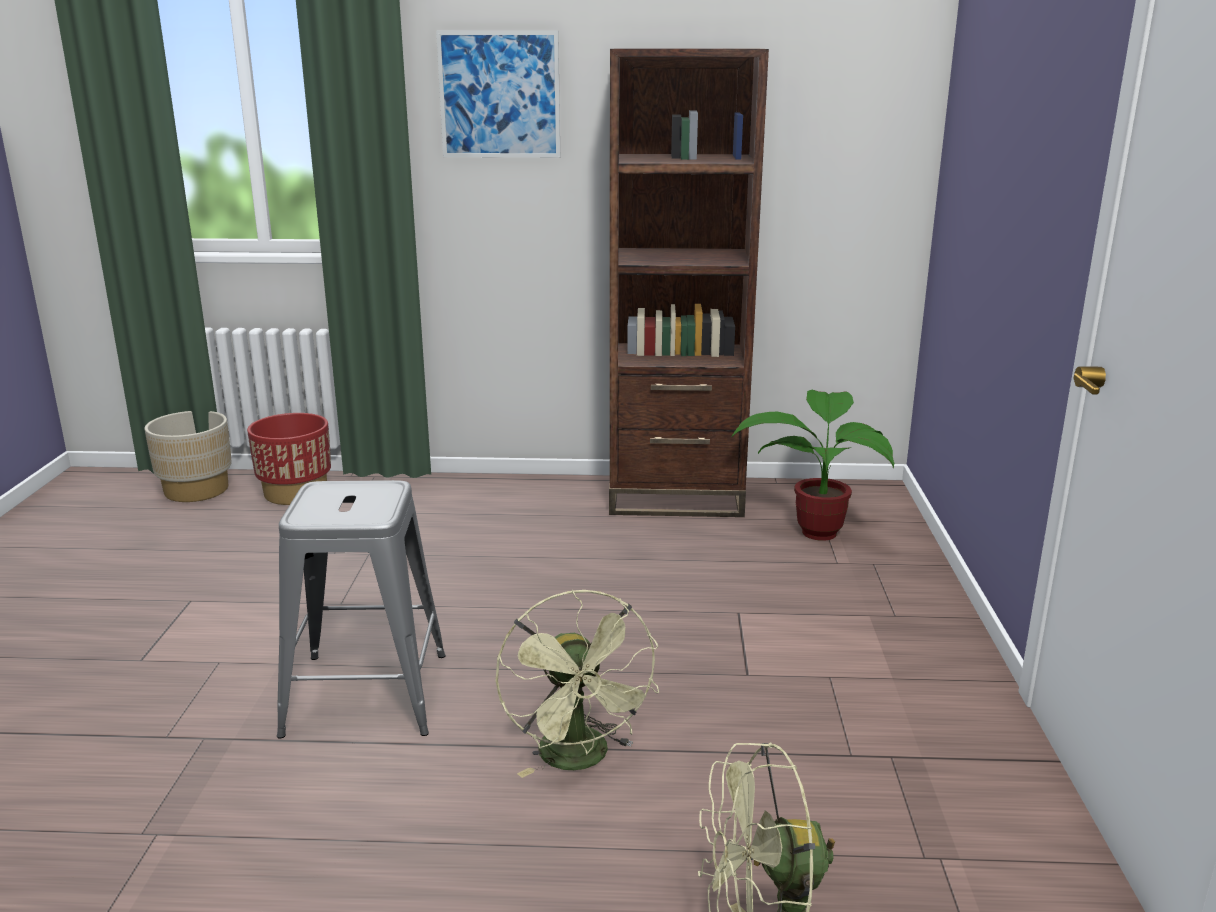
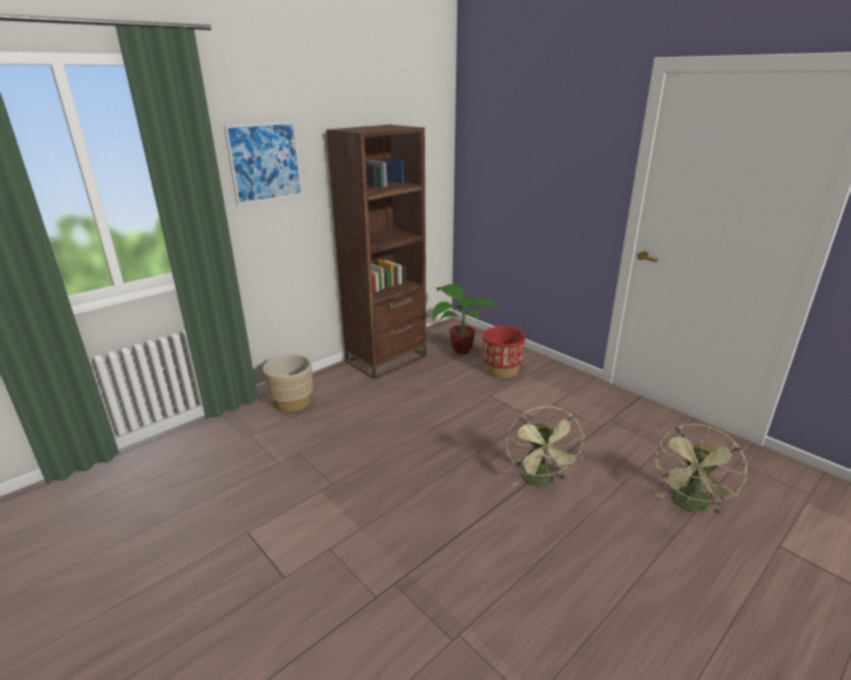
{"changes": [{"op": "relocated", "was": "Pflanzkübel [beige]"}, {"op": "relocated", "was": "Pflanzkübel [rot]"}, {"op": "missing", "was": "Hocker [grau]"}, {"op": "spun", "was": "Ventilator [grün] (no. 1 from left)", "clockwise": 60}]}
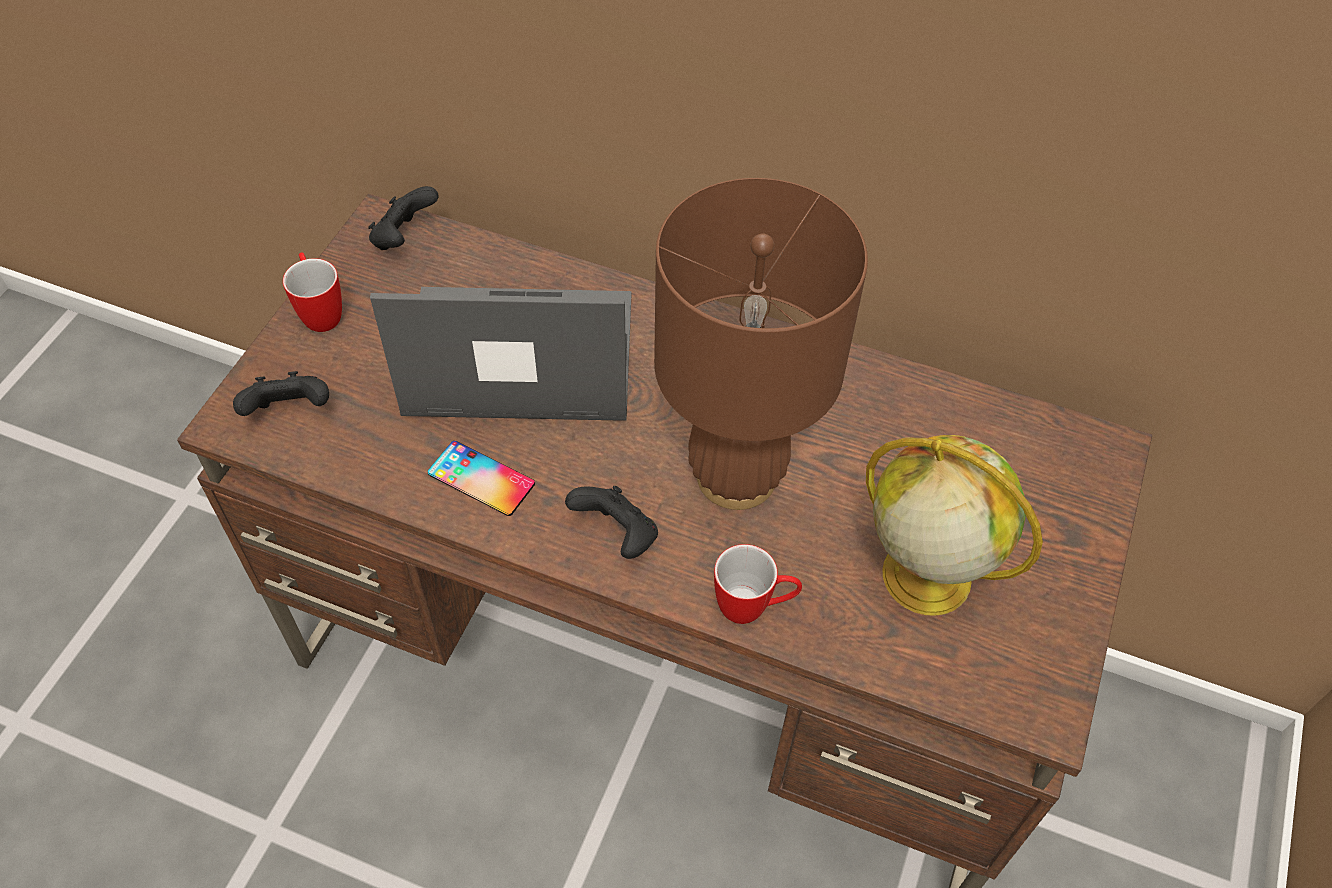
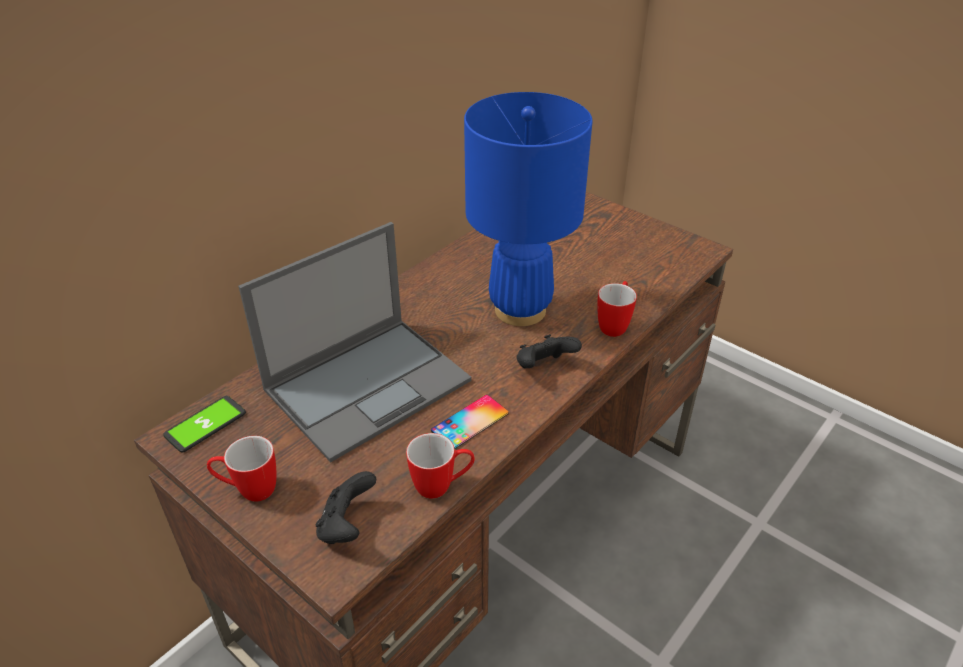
{"changes": [{"op": "colour", "was": "Tischlampe [braun]", "now": "Tischlampe [blau]"}, {"op": "exchanged", "was": "Gamepad [schwarz] (no. 2 from left)", "now": "Handy (no. 1 from left)"}, {"op": "spun", "was": "Laptop", "clockwise": -150}, {"op": "missing", "was": "Globus"}, {"op": "appeared", "now": "Henkelbecher (no. 2 from left)"}]}
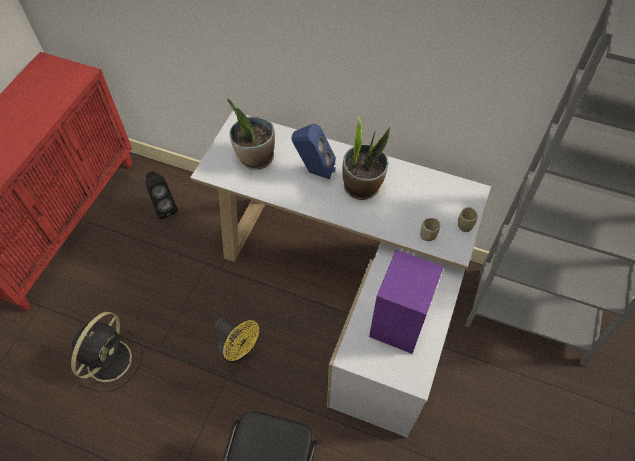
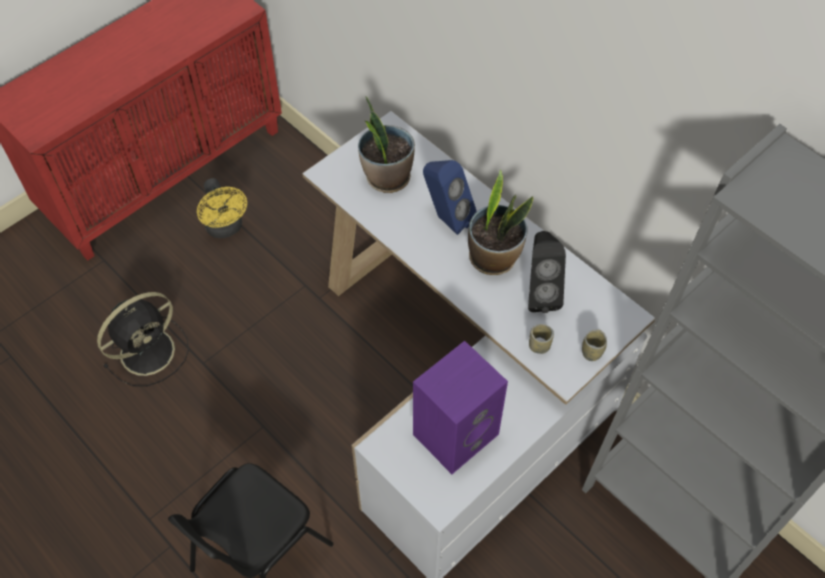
{"changes": [{"op": "relocated", "was": "Lautsprecher [schwarz]"}, {"op": "relocated", "was": "Ventilator [gelb]"}]}
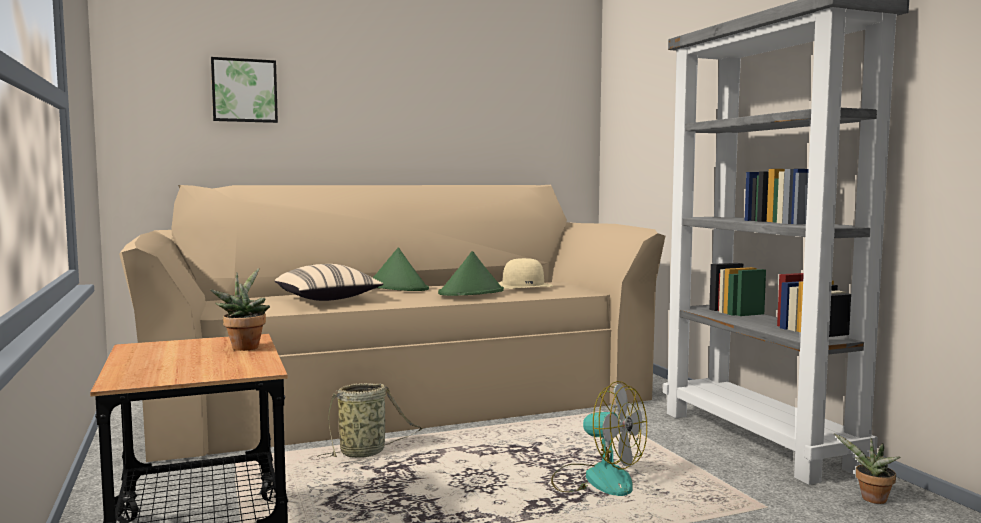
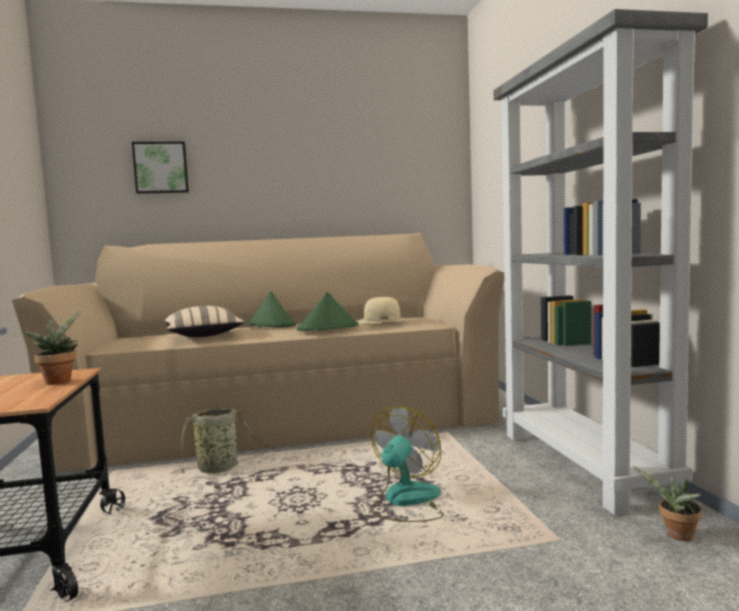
{"changes": [{"op": "spun", "was": "Ventilator", "clockwise": -105}]}
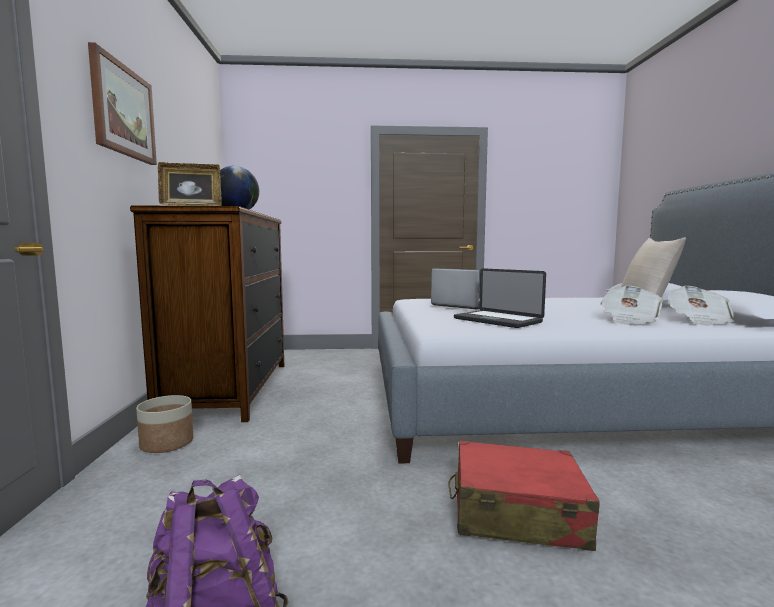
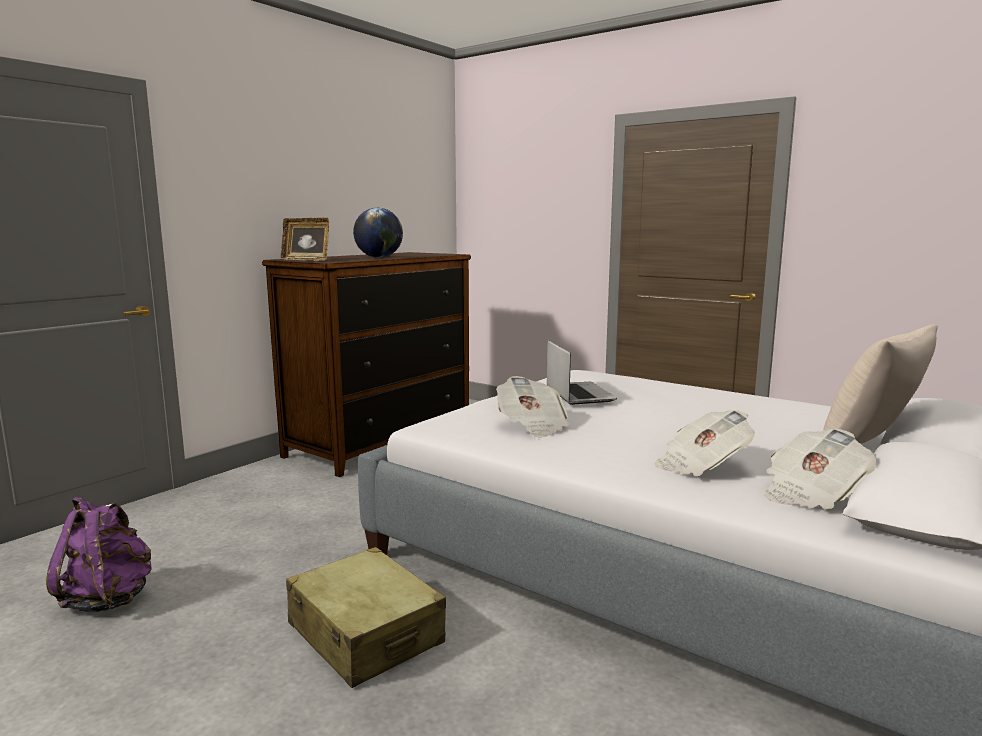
{"changes": [{"op": "missing", "was": "Bild"}, {"op": "exchanged", "was": "Laptop (no. 2 from left)", "now": "Zeitung (no. 1 from left)"}, {"op": "missing", "was": "Pflanzkübel"}, {"op": "colour", "was": "Koffer [rot]", "now": "Koffer [beige]"}]}
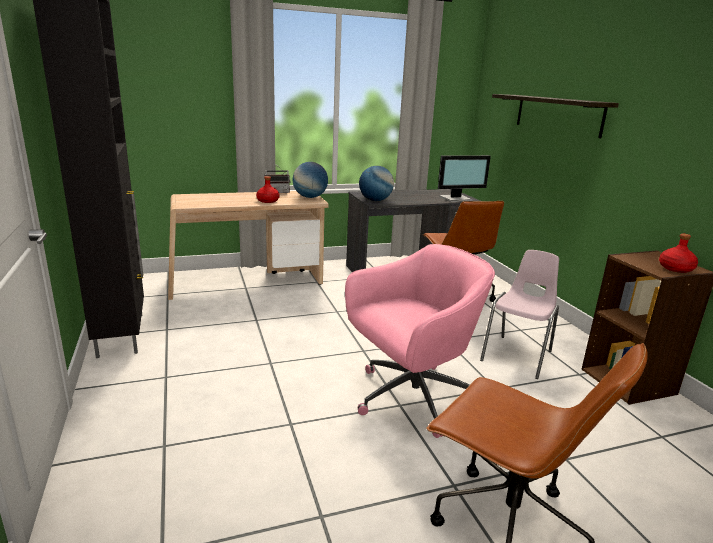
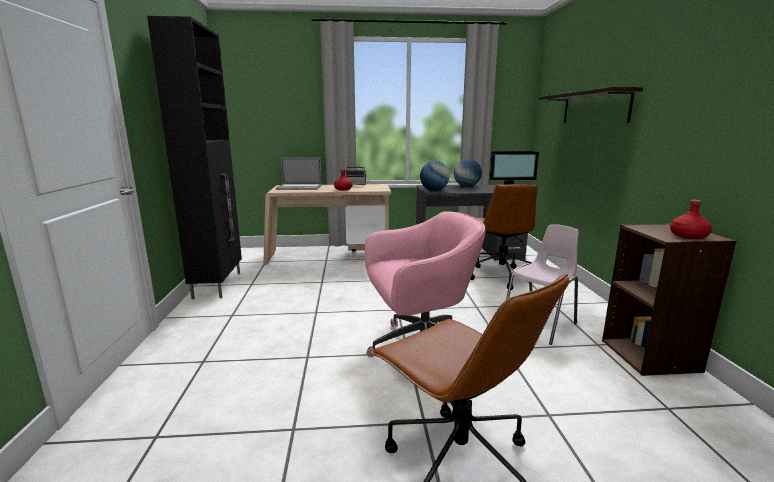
{"changes": [{"op": "relocated", "was": "Globus (no. 1 from left in the first image)", "now": "Globus (no. 2 from left)"}, {"op": "appeared", "now": "Laptop"}]}
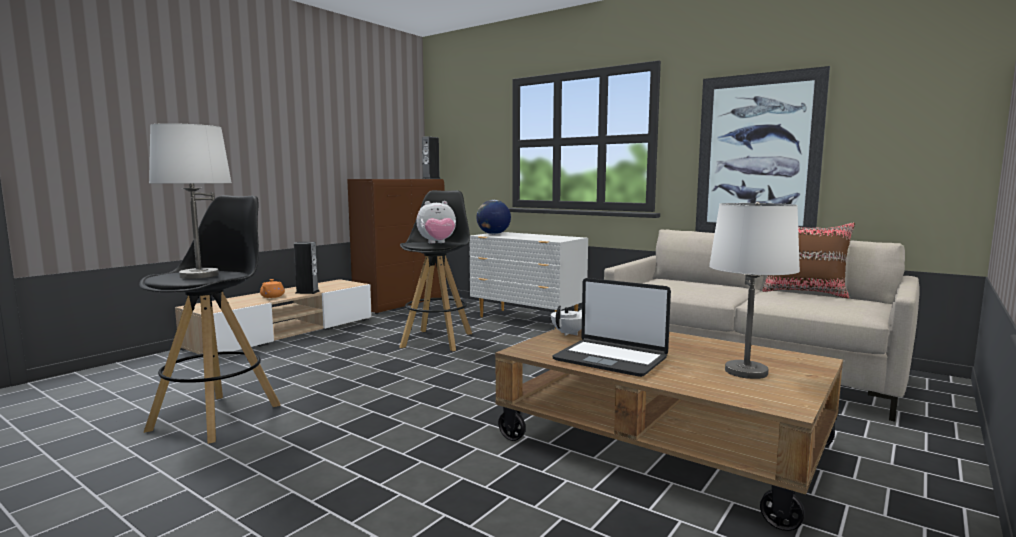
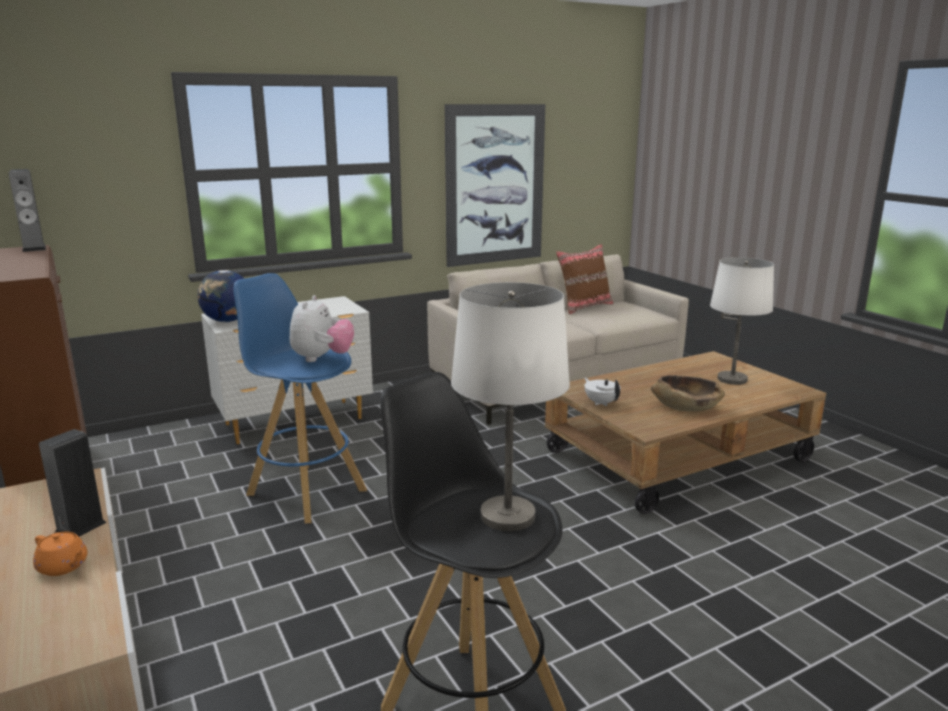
{"changes": [{"op": "colour", "was": "Hocker [schwarz] (no. 2 from left)", "now": "Hocker [blau]"}, {"op": "exchanged", "was": "Laptop", "now": "Schüssel [braun]"}]}
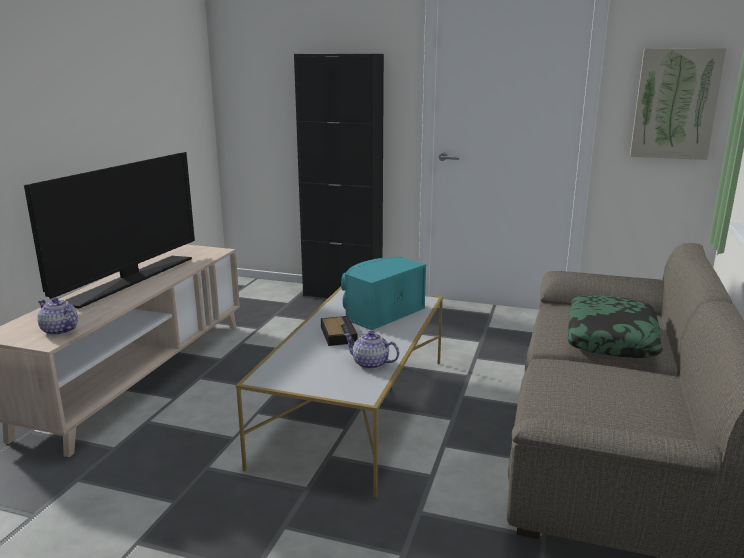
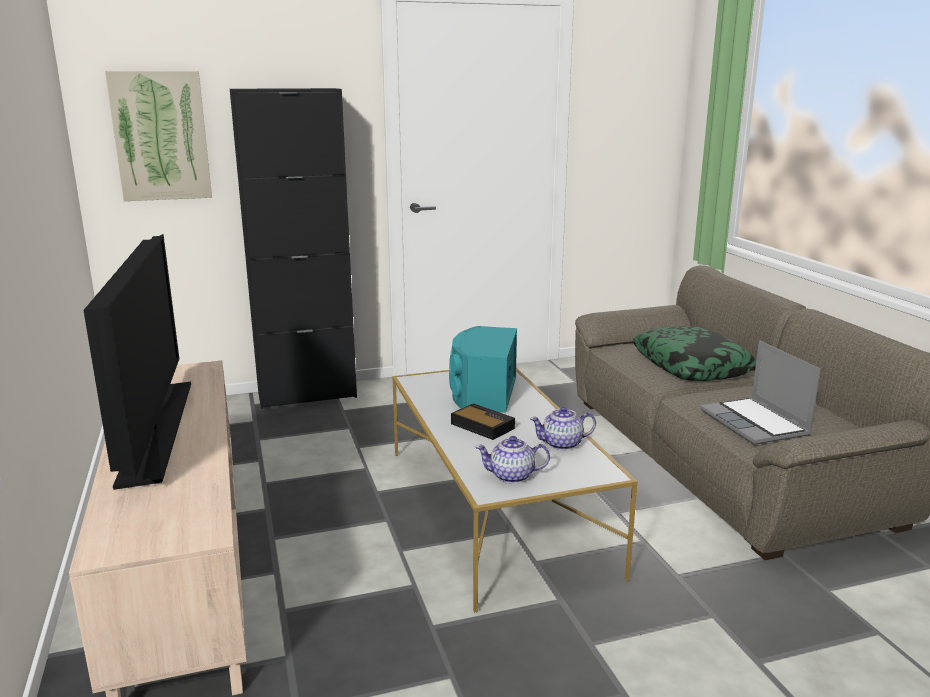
{"changes": [{"op": "relocated", "was": "Bild"}, {"op": "relocated", "was": "Teekanne (no. 1 from left)"}, {"op": "appeared", "now": "Laptop"}]}
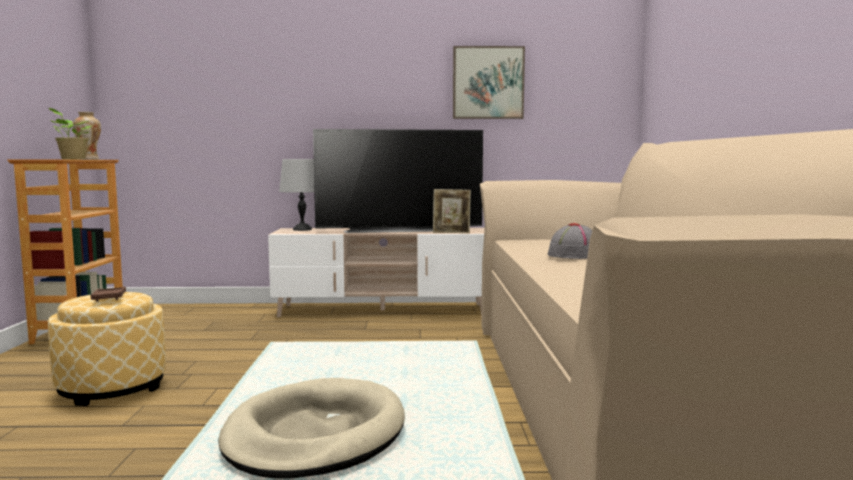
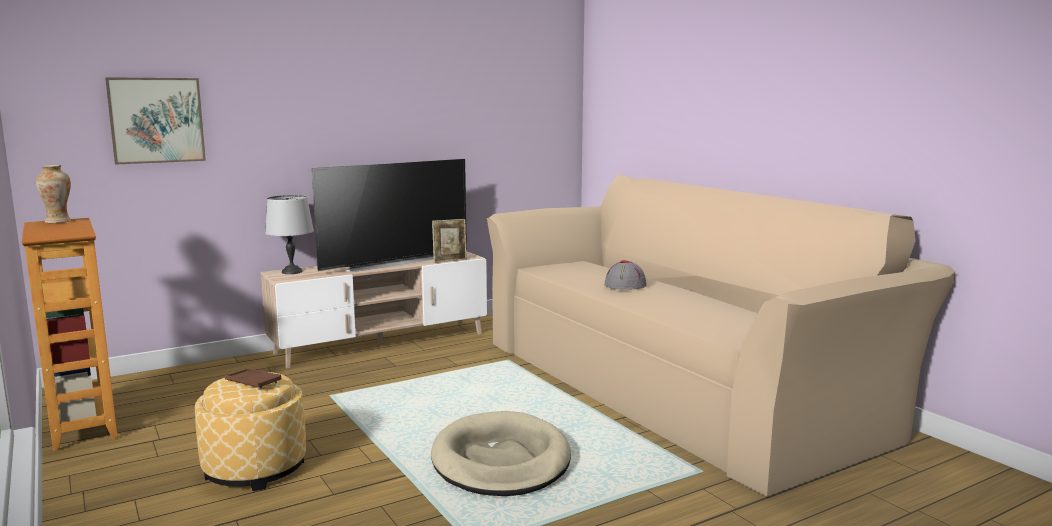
{"changes": [{"op": "relocated", "was": "Bild"}, {"op": "missing", "was": "Topfpflanze"}]}
